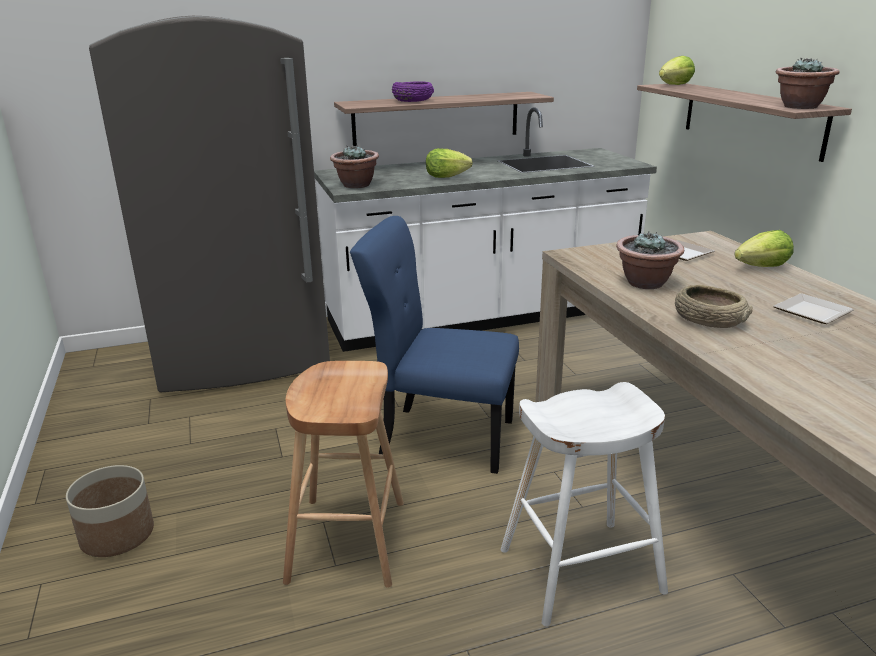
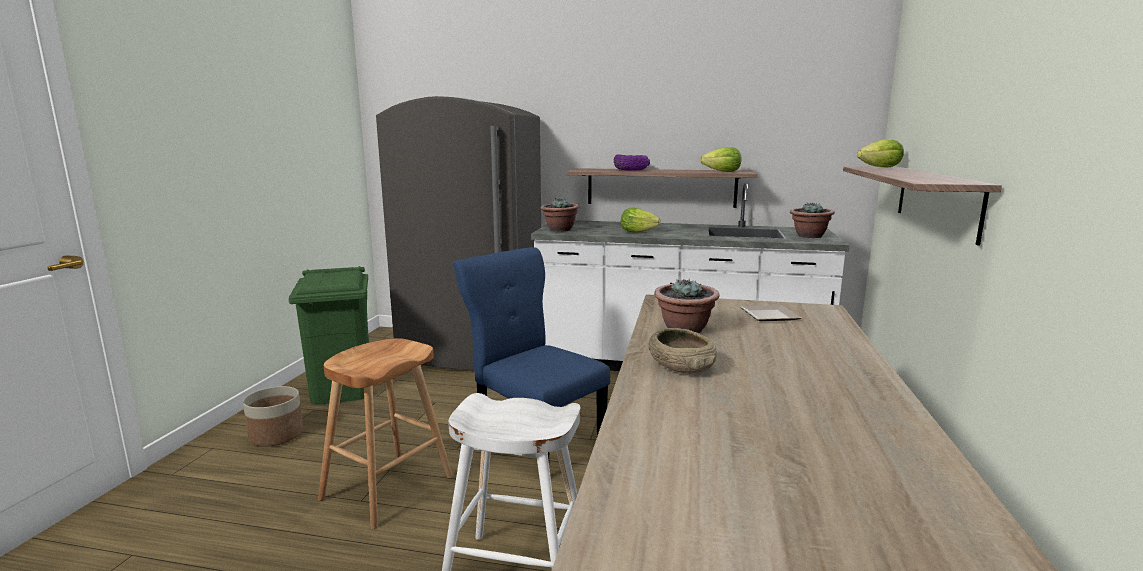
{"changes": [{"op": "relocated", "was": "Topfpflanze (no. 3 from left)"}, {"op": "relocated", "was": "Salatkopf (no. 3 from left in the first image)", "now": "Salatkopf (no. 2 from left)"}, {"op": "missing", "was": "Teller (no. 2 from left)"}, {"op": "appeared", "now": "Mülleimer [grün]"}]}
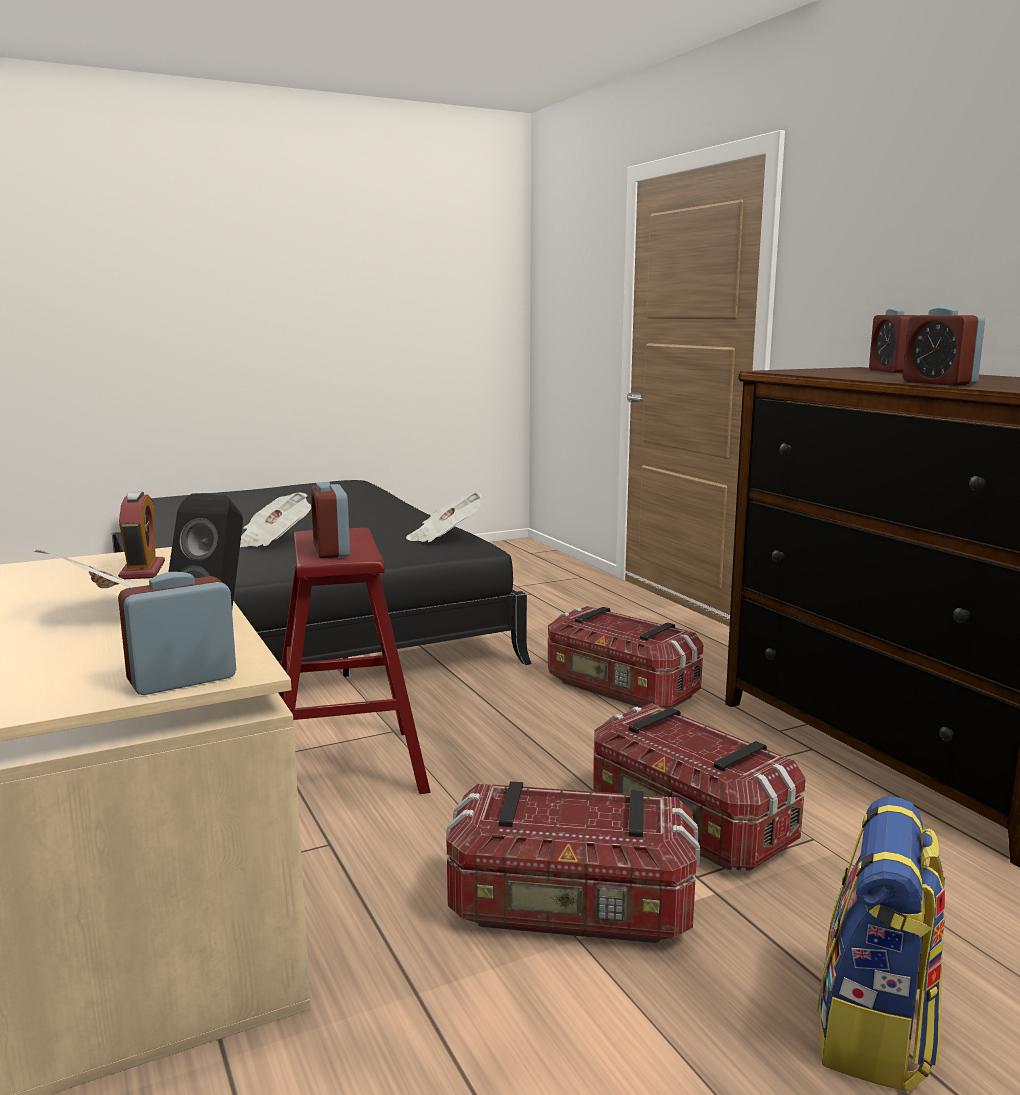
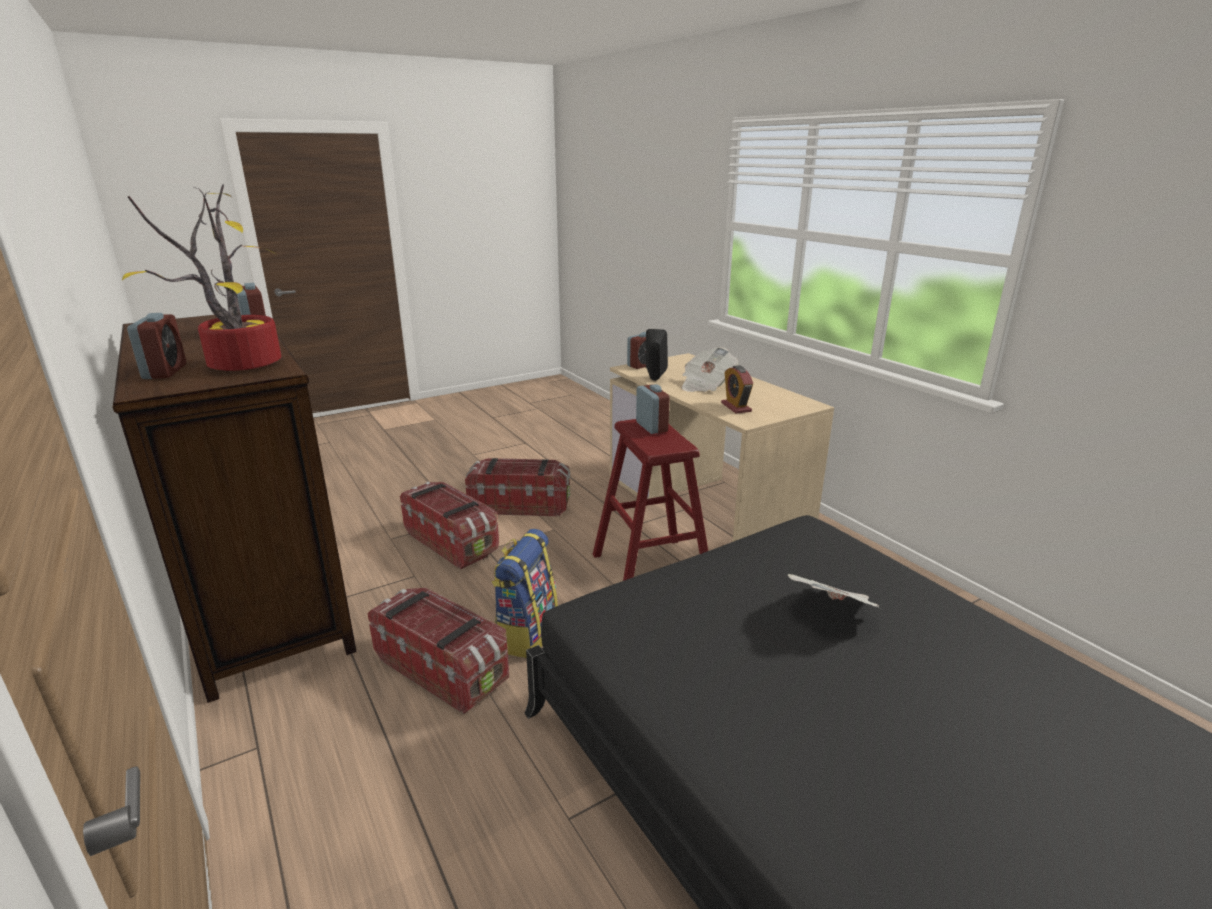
{"changes": [{"op": "missing", "was": "Zeitung (no. 3 from left)"}, {"op": "relocated", "was": "Rucksack"}, {"op": "appeared", "now": "Topfpflanze"}]}
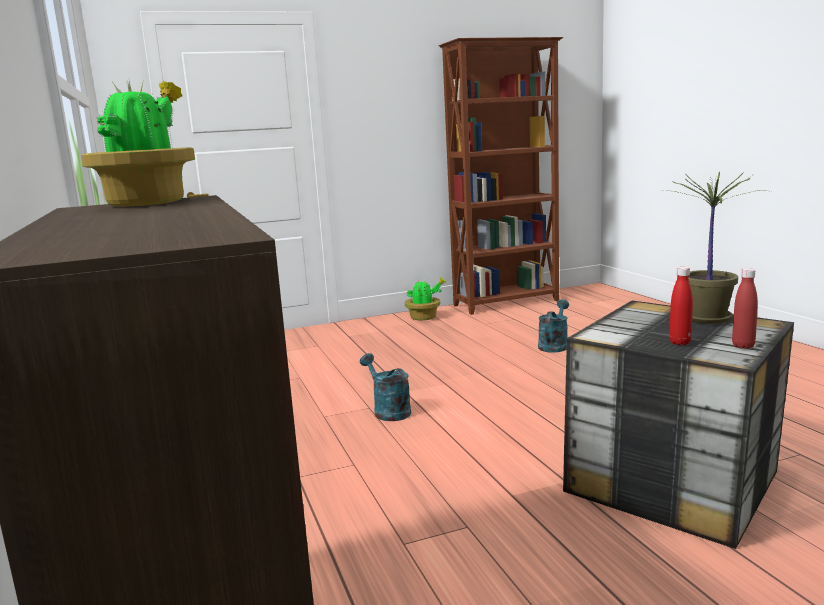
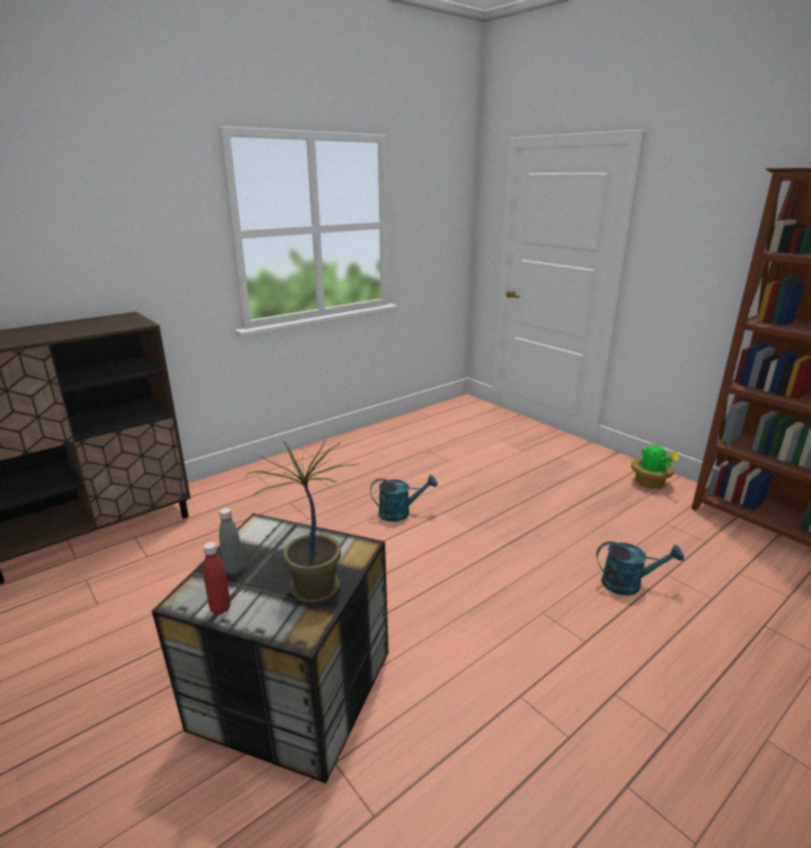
{"changes": [{"op": "missing", "was": "Topfpflanze (no. 1 from left)"}, {"op": "colour", "was": "Flasche [rot] (no. 1 from left)", "now": "Flasche [grau]"}, {"op": "spun", "was": "Gießkanne [türkis] (no. 1 from left)", "clockwise": 45}]}
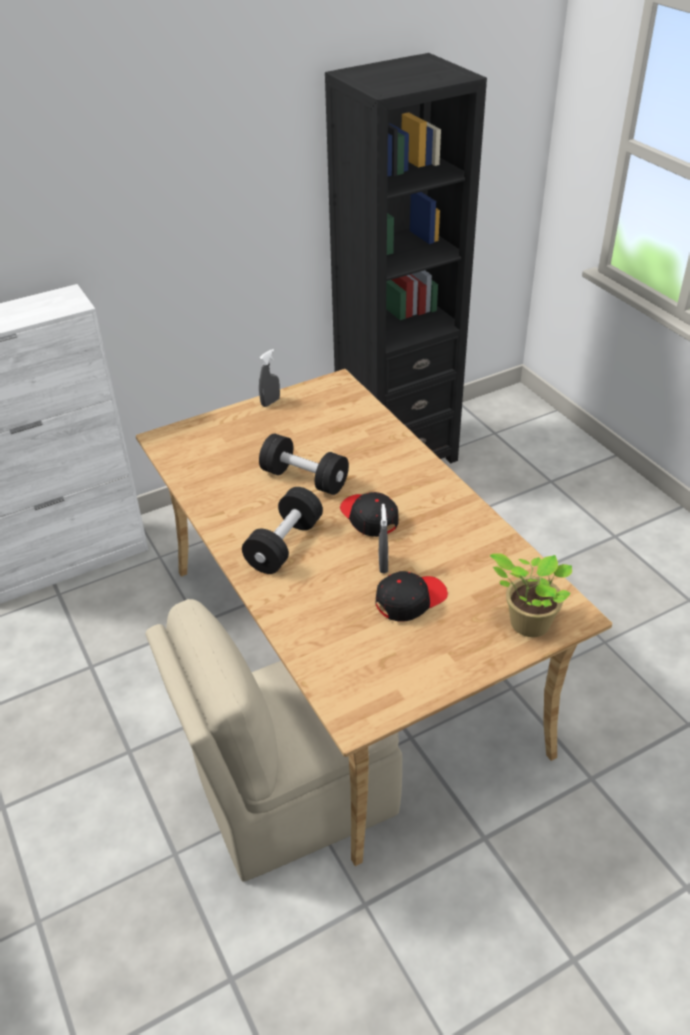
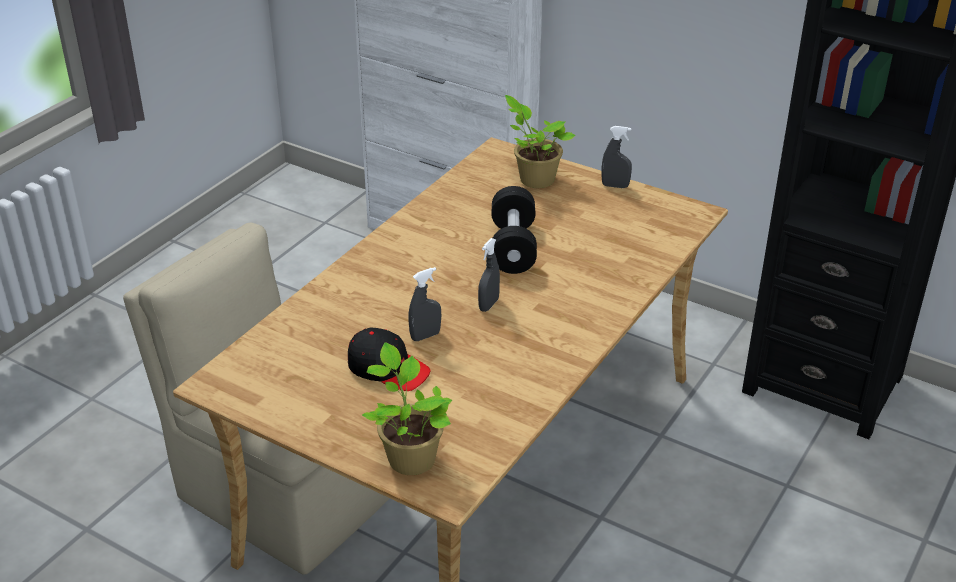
{"changes": [{"op": "missing", "was": "Hantel [schwarz] (no. 1 from left)"}, {"op": "exchanged", "was": "Kappe [schwarz] (no. 1 from left)", "now": "Sprühflasche [grau] (no. 2 from left)"}, {"op": "appeared", "now": "Topfpflanze (no. 2 from left)"}]}
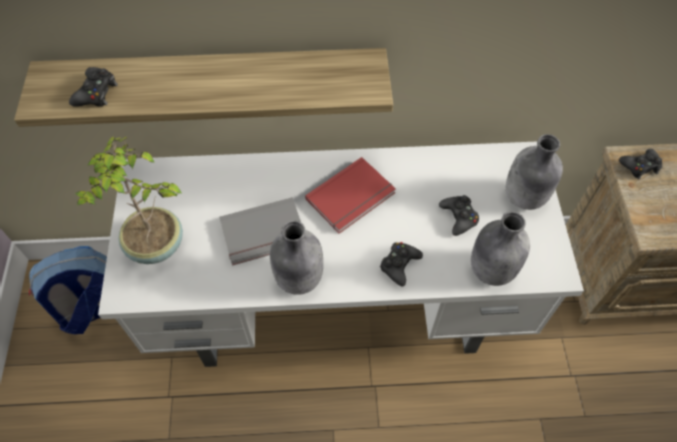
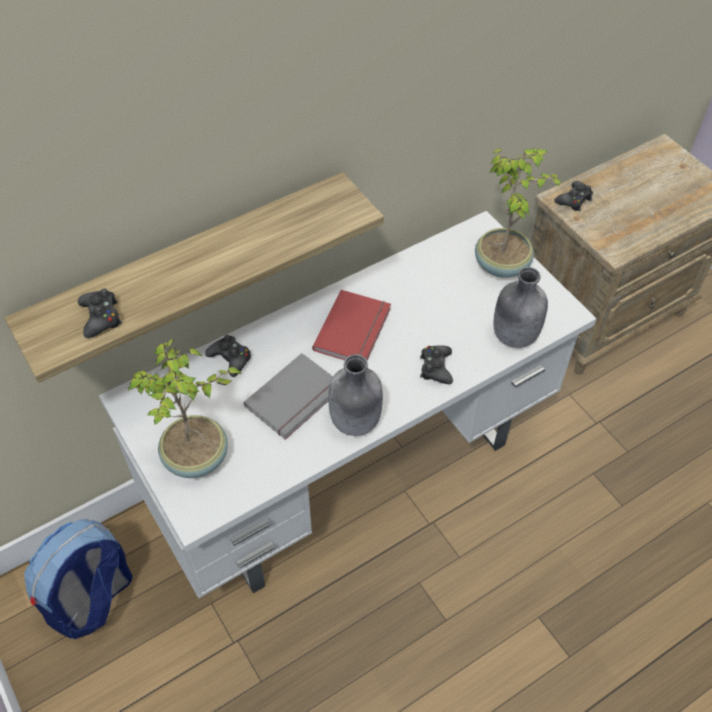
{"changes": [{"op": "exchanged", "was": "Flasche [grau] (no. 3 from left)", "now": "Topfpflanze (no. 2 from left)"}, {"op": "relocated", "was": "Gamepad [schwarz] (no. 3 from left in the first image)", "now": "Gamepad [schwarz] (no. 2 from left)"}]}
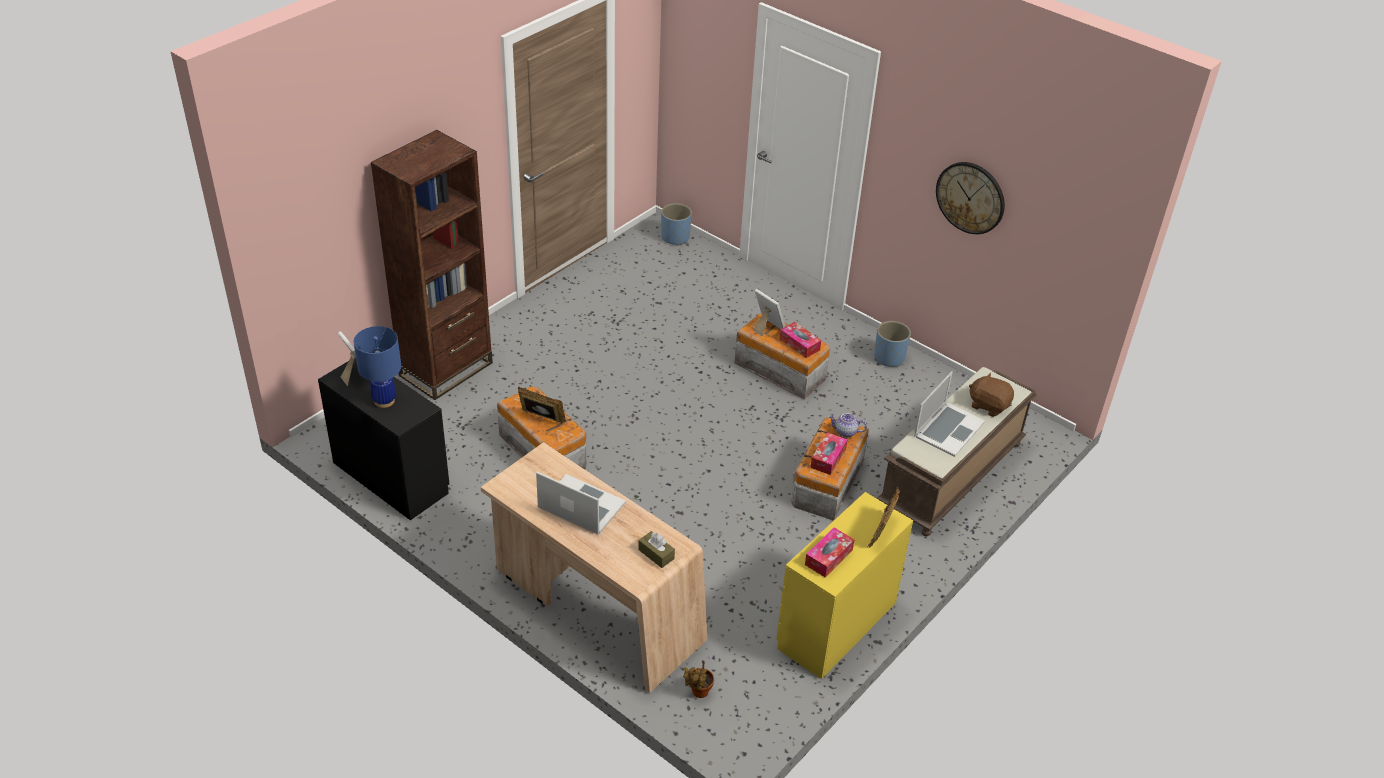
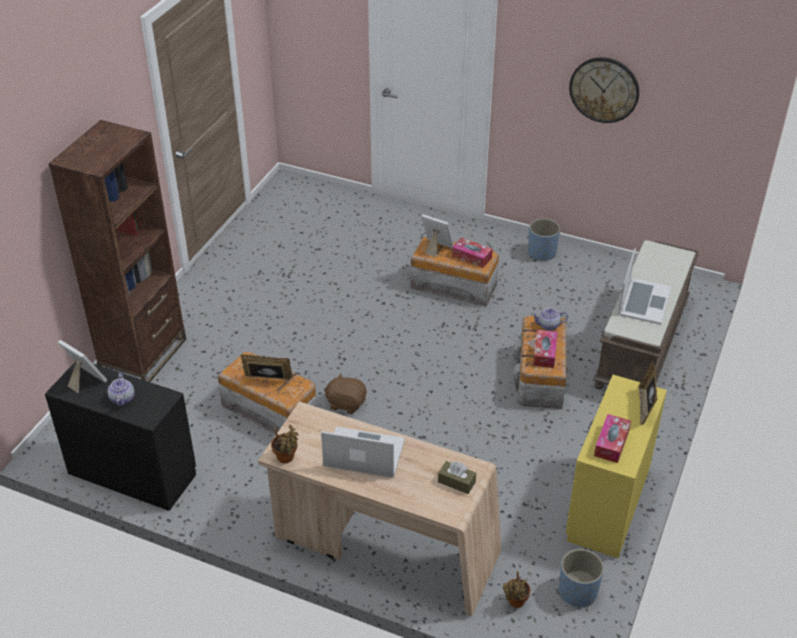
{"changes": [{"op": "relocated", "was": "Pflanzkübel [blau] (no. 1 from left in the first image)", "now": "Pflanzkübel [blau] (no. 2 from left)"}, {"op": "exchanged", "was": "Tischlampe [blau]", "now": "Teekanne (no. 1 from left)"}, {"op": "relocated", "was": "Plüschtier [braun]"}, {"op": "appeared", "now": "Topfpflanze (no. 1 from left)"}]}
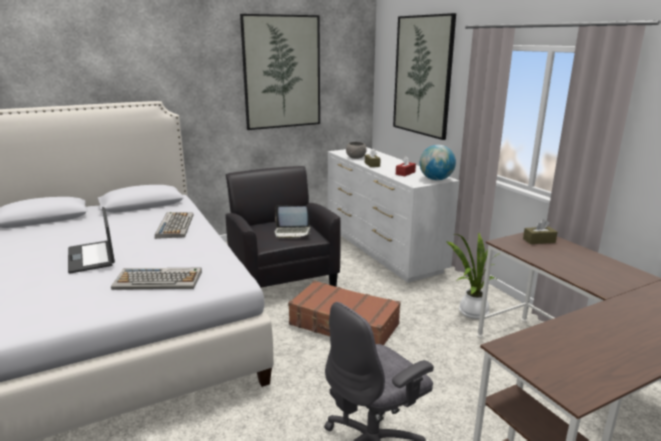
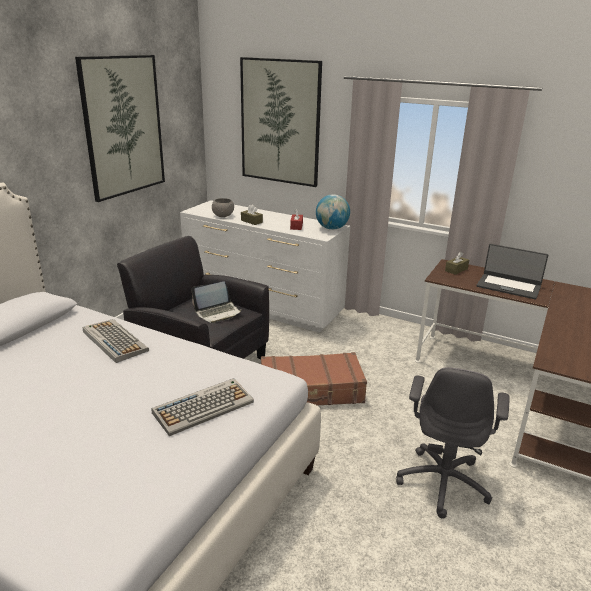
{"changes": [{"op": "relocated", "was": "Laptop (no. 1 from left in the first image)", "now": "Laptop (no. 2 from left)"}, {"op": "missing", "was": "Topfpflanze"}]}
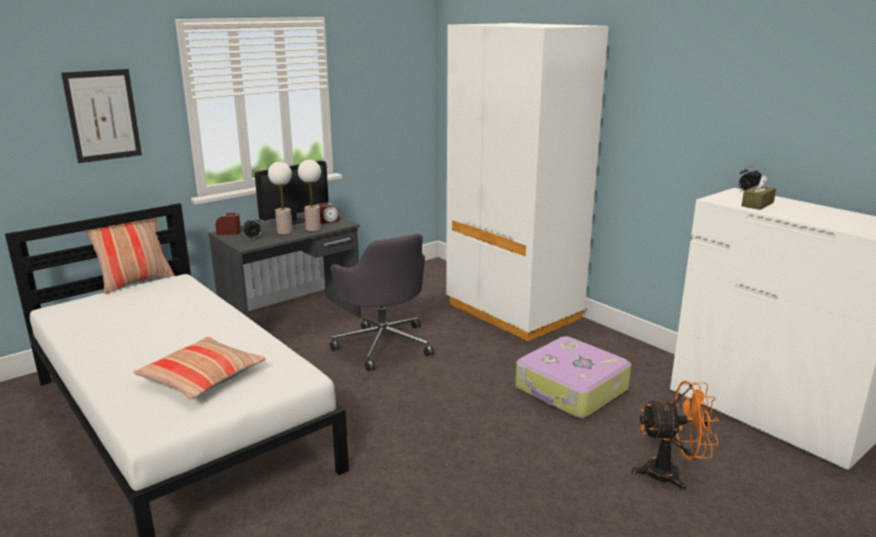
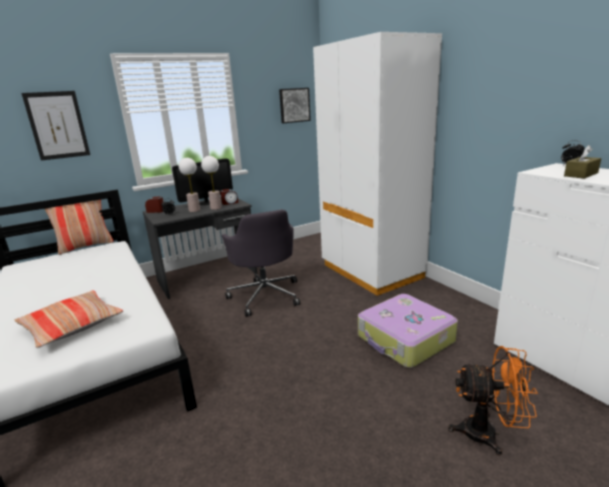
{"changes": [{"op": "appeared", "now": "Bild (no. 2 from left)"}]}
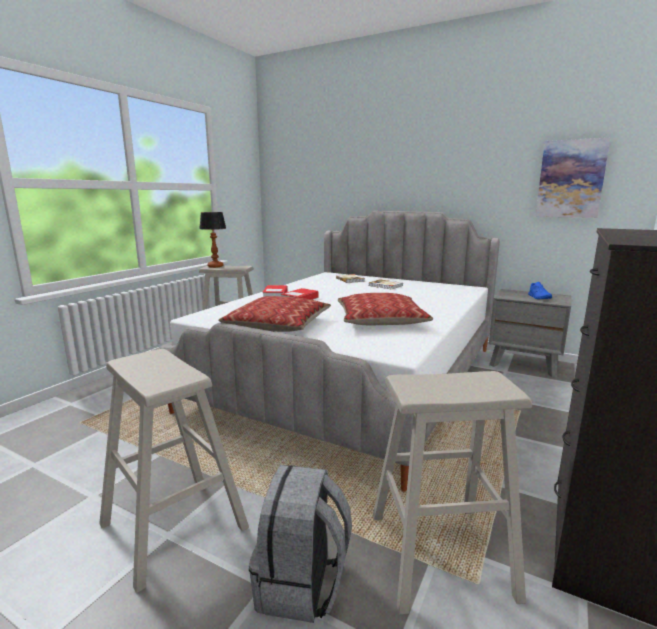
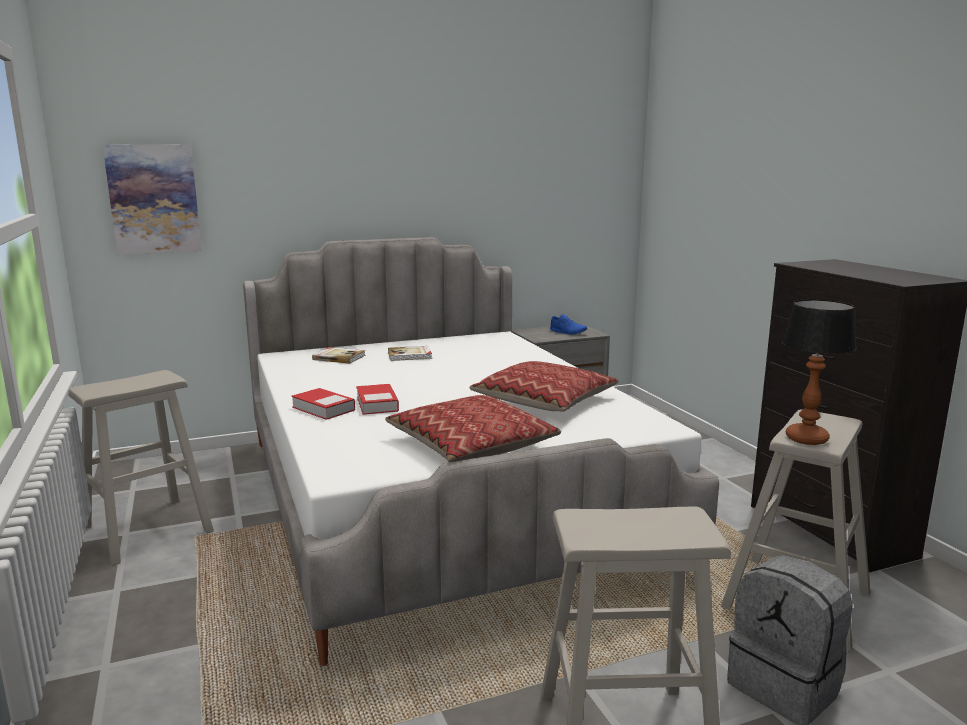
{"changes": [{"op": "relocated", "was": "Bild"}, {"op": "relocated", "was": "Tischlampe"}]}
